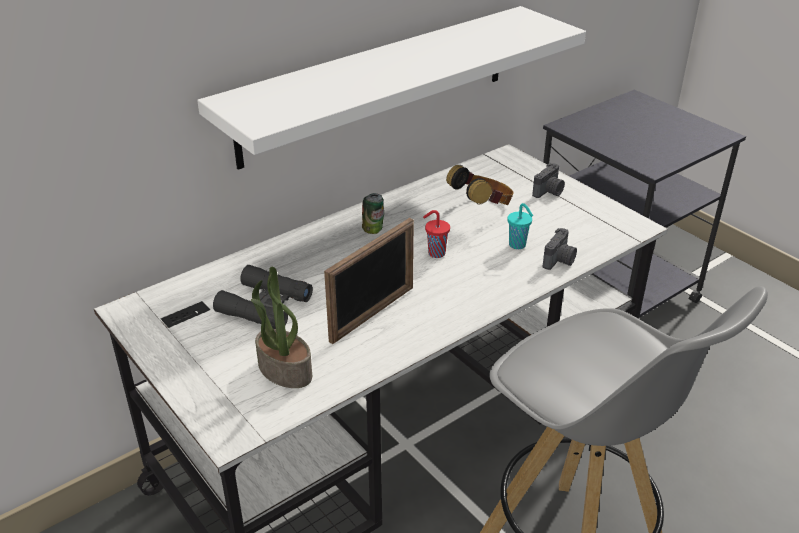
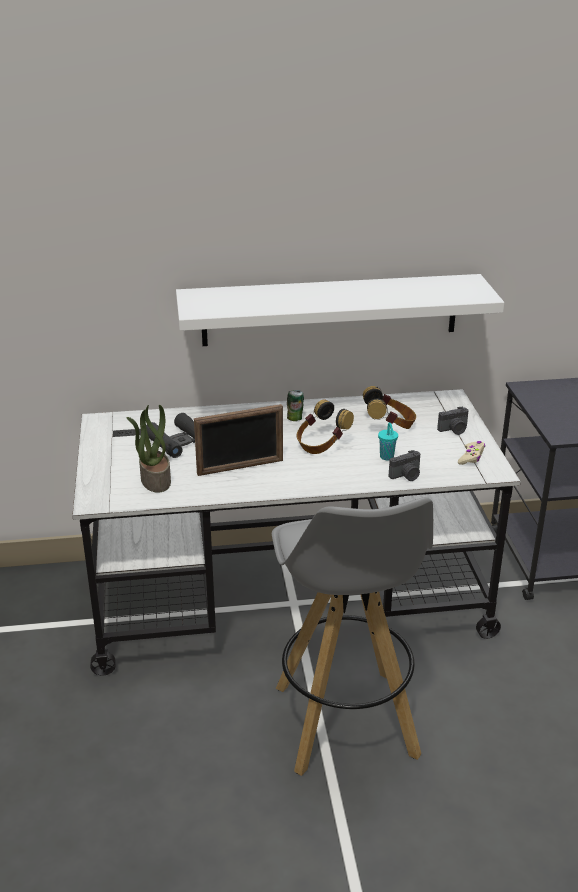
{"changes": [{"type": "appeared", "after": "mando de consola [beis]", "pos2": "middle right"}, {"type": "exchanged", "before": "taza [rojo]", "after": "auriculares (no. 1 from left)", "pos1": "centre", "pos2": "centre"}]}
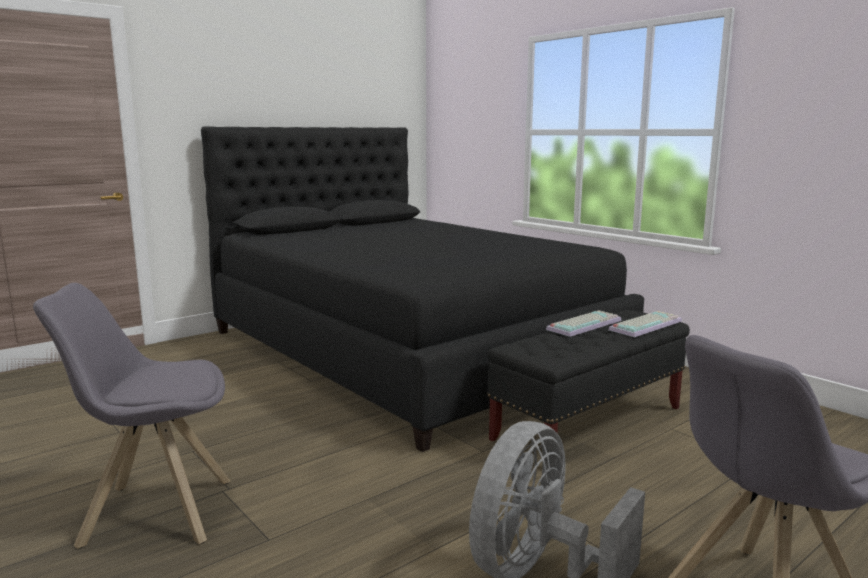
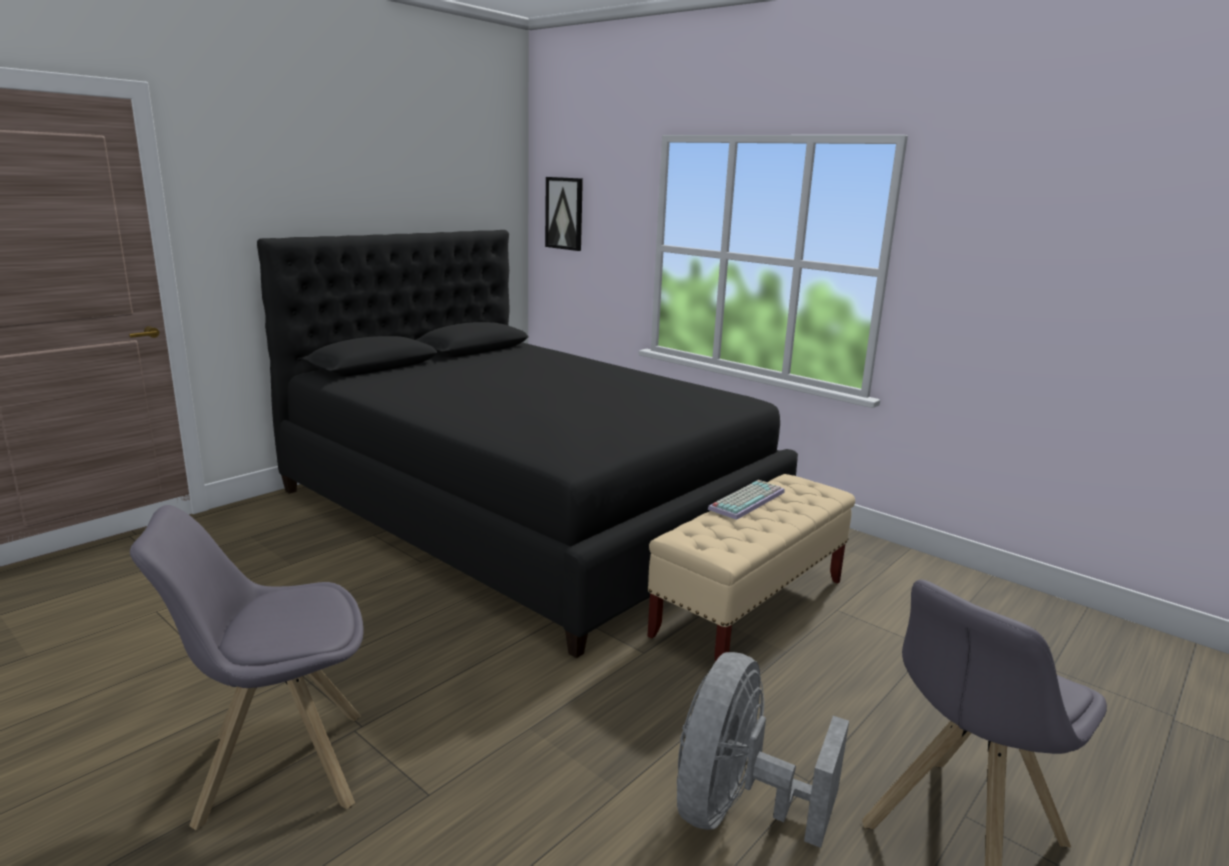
{"changes": [{"type": "missing", "before": "teclado (no. 2 from left)", "pos1": "middle right"}, {"type": "appeared", "after": "cuadro", "pos2": "top centre"}, {"type": "colour", "before": "banco [negro]", "after": "banco [beis]", "pos1": "middle right", "pos2": "centre"}]}
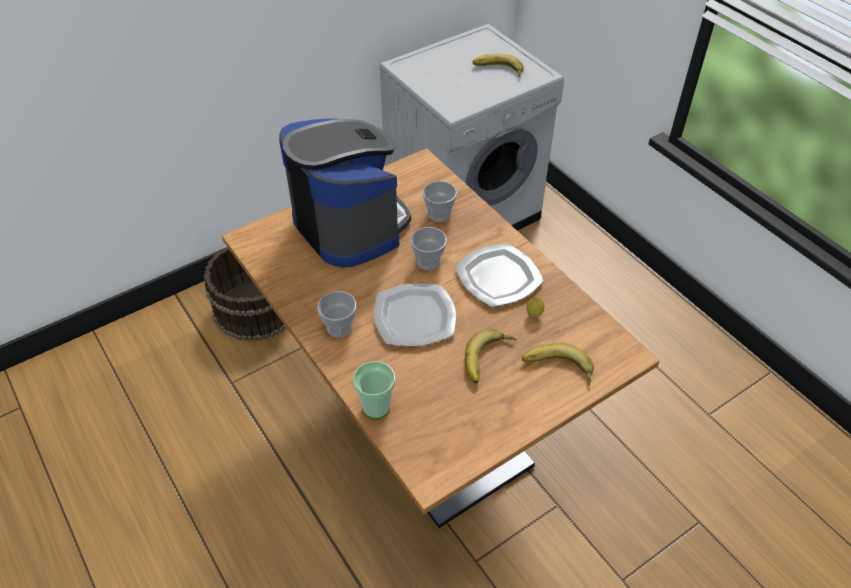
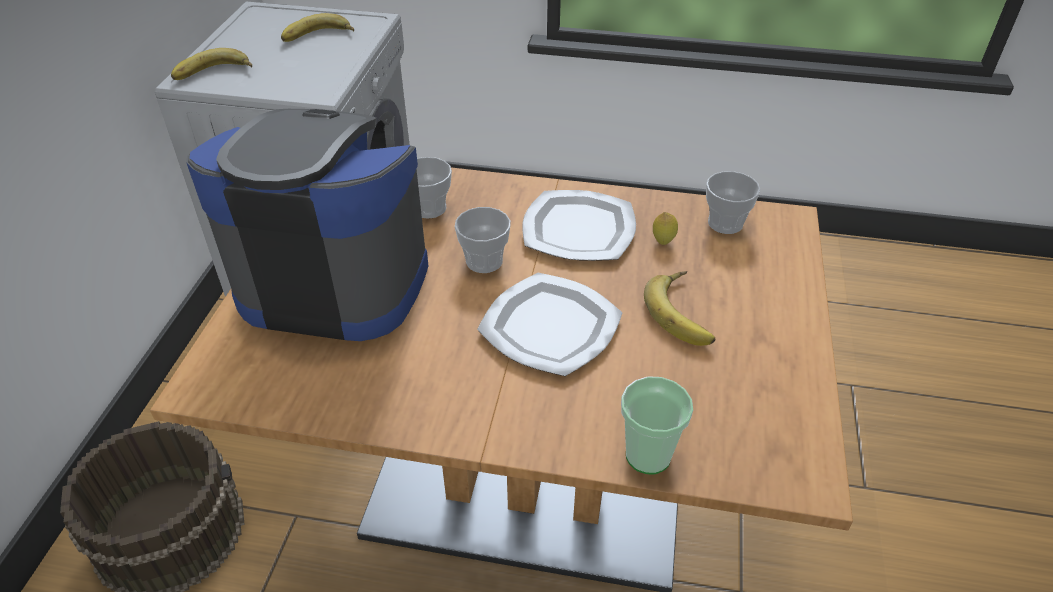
{"changes": [{"type": "relocated", "before": "taza (no. 1 from left in the first image)", "after": "taza (no. 4 from left)", "pos1": "centre", "pos2": "middle right"}, {"type": "relocated", "before": "plátano (no. 3 from left in the first image)", "after": "plátano (no. 1 from left)", "pos1": "centre", "pos2": "top left"}]}
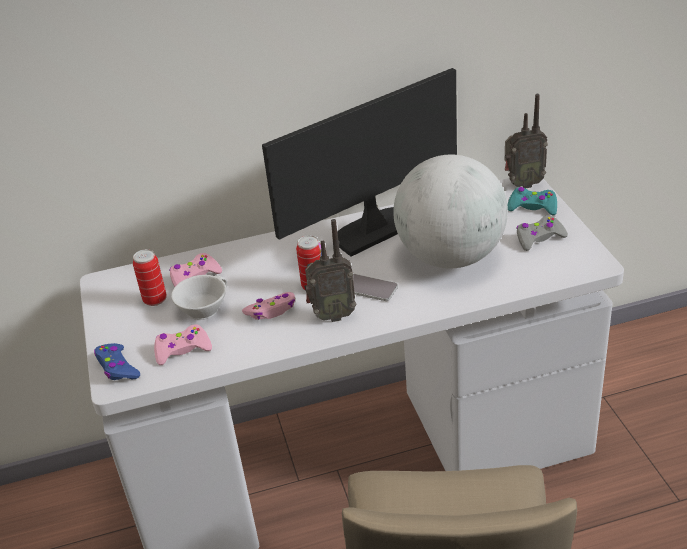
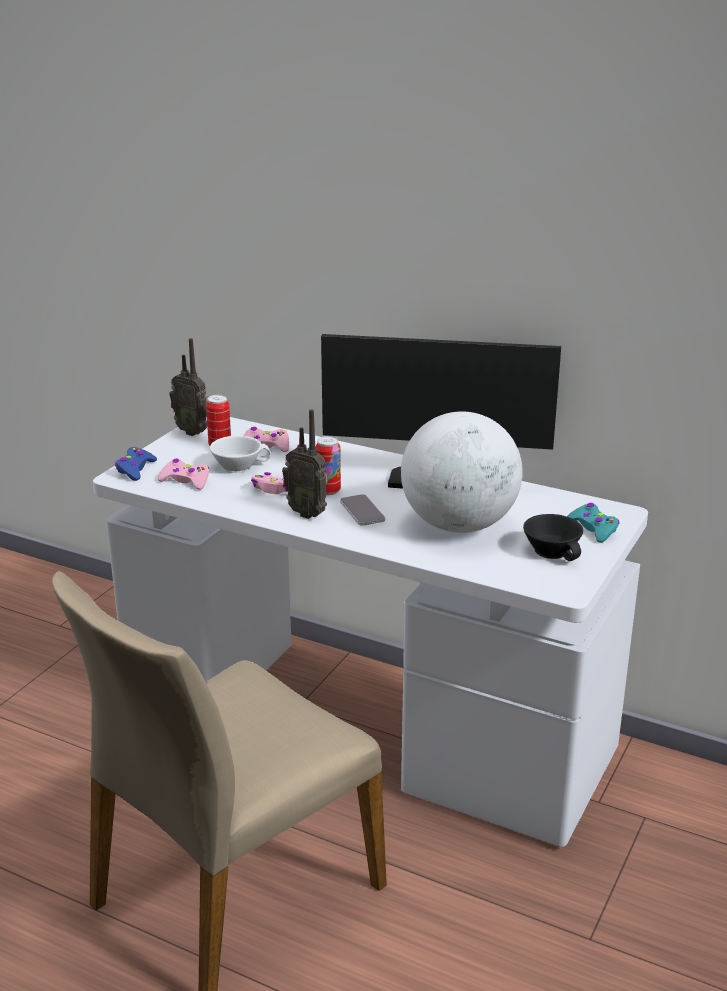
{"changes": [{"type": "relocated", "before": "radio (no. 2 from left in the first image)", "after": "radio (no. 1 from left)", "pos1": "top right", "pos2": "middle left"}, {"type": "exchanged", "before": "mando de consola [gris]", "after": "taza [negro]", "pos1": "middle right", "pos2": "middle right"}]}
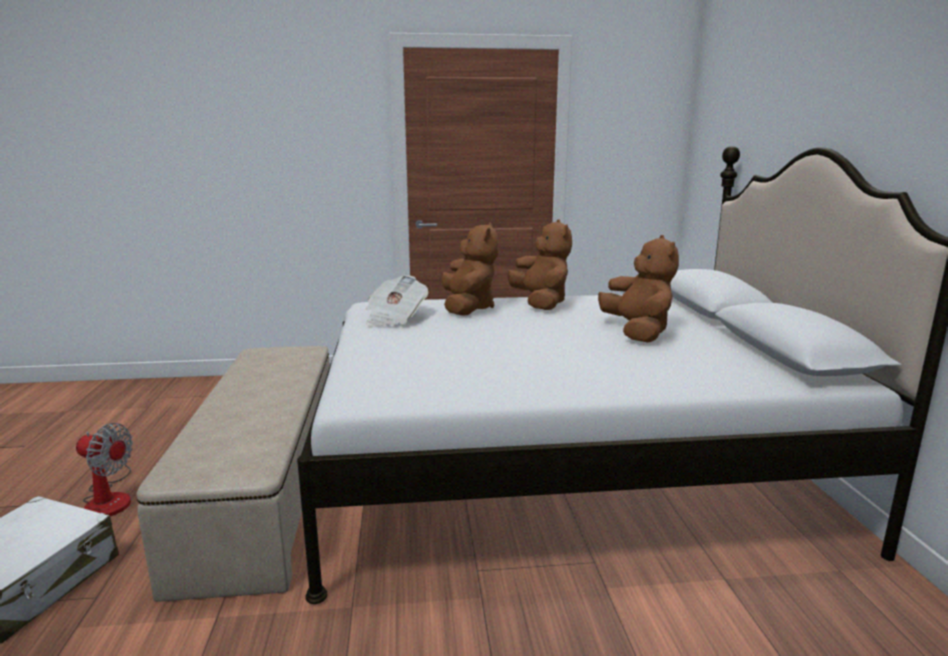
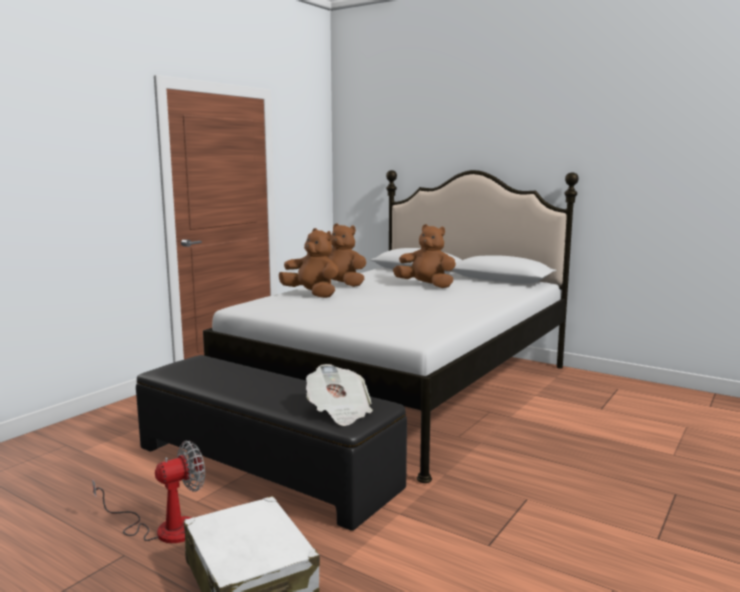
{"changes": [{"type": "relocated", "before": "periódico", "pos1": "centre", "pos2": "bottom centre"}, {"type": "colour", "before": "banco [beis]", "after": "banco [negro]", "pos1": "bottom left", "pos2": "bottom centre"}]}
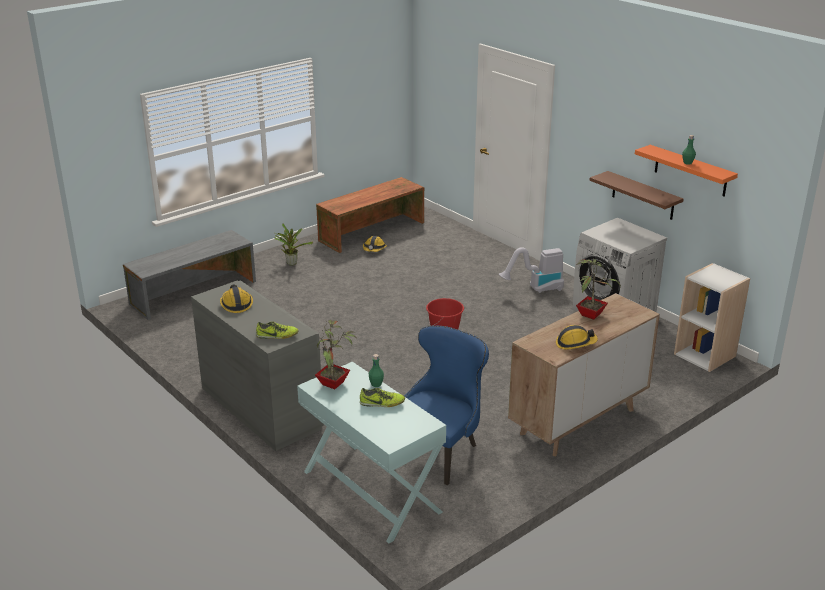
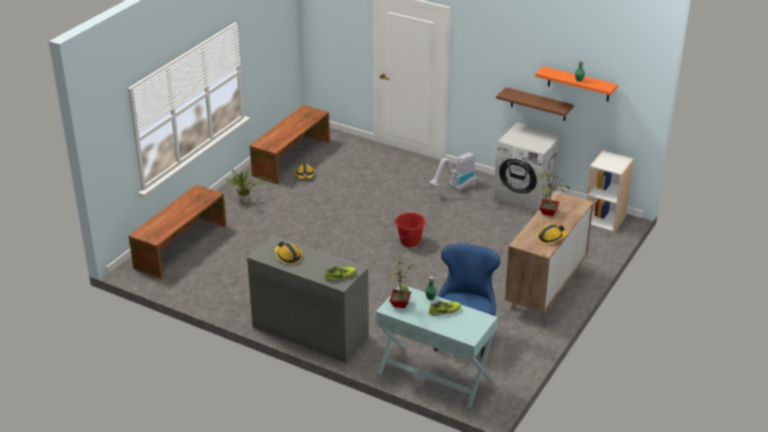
{"changes": [{"type": "colour", "before": "banco [gris]", "after": "banco [marrón] (no. 1 from left)", "pos1": "middle left", "pos2": "middle left"}]}
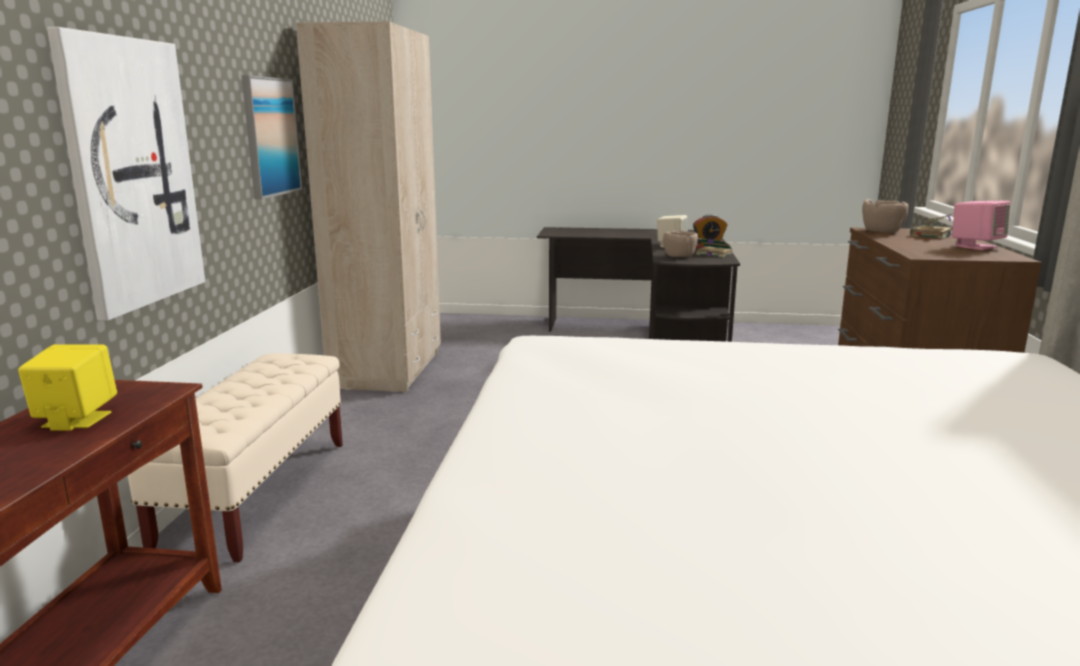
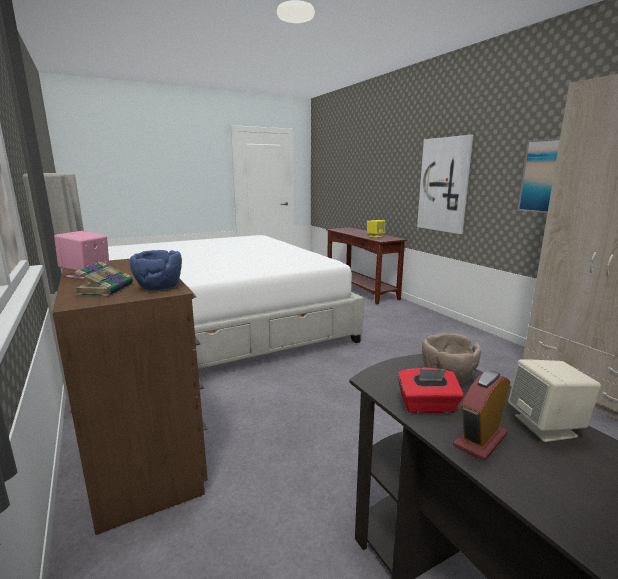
{"changes": [{"type": "missing", "before": "banco [beis]", "pos1": "bottom left"}, {"type": "exchanged", "before": "libro (no. 1 from left)", "after": "caja de pañuelos [rojo]", "pos1": "centre", "pos2": "bottom right"}, {"type": "colour", "before": "cuenco [marrón] (no. 2 from left)", "after": "cuenco [azul]", "pos1": "top right", "pos2": "middle left"}]}
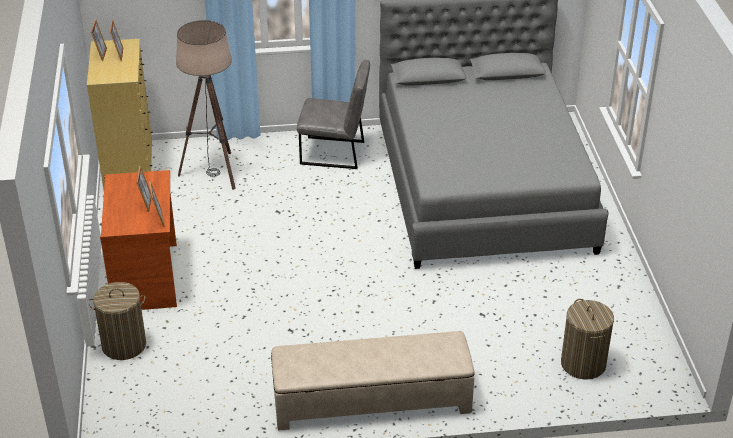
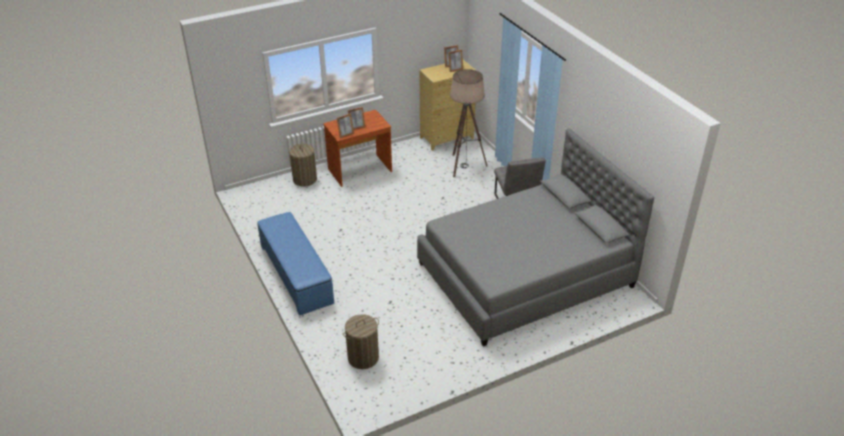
{"changes": [{"type": "colour", "before": "banco [beis]", "after": "banco [azul]", "pos1": "bottom centre", "pos2": "centre"}]}
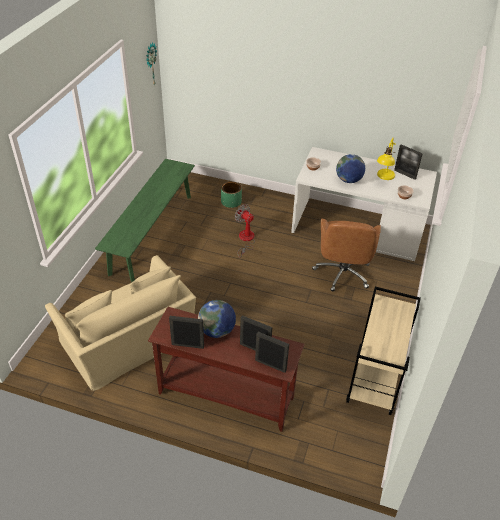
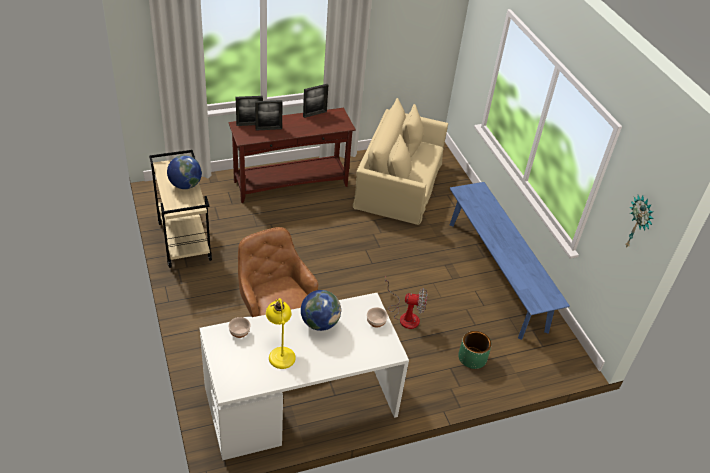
{"changes": [{"type": "missing", "before": "portarretratos (no. 4 from left)", "pos1": "top right"}, {"type": "relocated", "before": "globo terráqueo (no. 1 from left)", "pos1": "centre", "pos2": "middle left"}, {"type": "colour", "before": "banco [verde]", "after": "banco [azul]", "pos1": "middle left", "pos2": "middle right"}]}
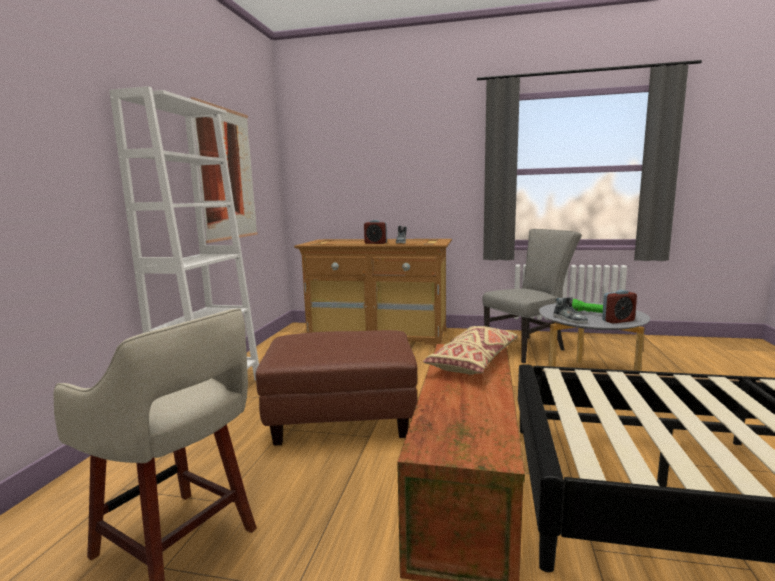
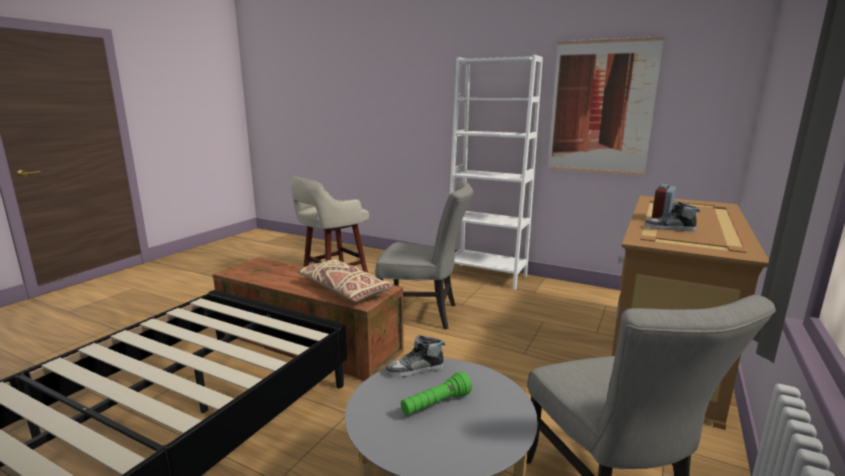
{"changes": [{"type": "missing", "before": "despertador (no. 2 from left)", "pos1": "middle right"}, {"type": "exchanged", "before": "puf [marrón]", "after": "silla [gris] (no. 1 from left)", "pos1": "bottom centre", "pos2": "centre"}]}
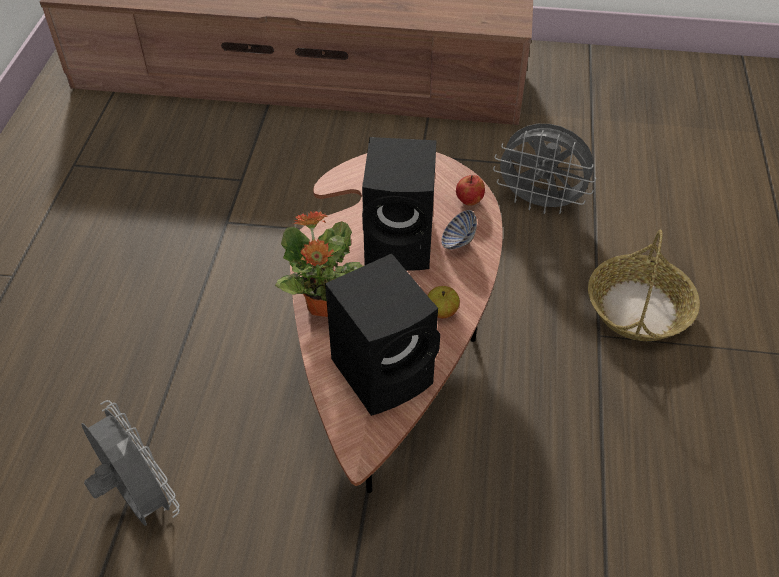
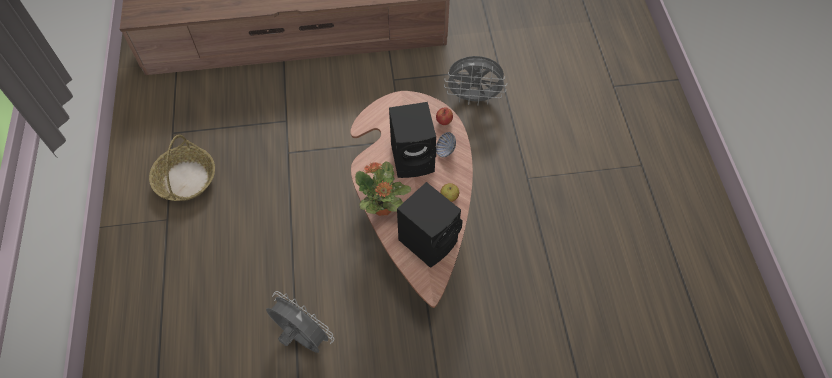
{"changes": [{"type": "relocated", "before": "cesta", "pos1": "middle right", "pos2": "middle left"}]}
